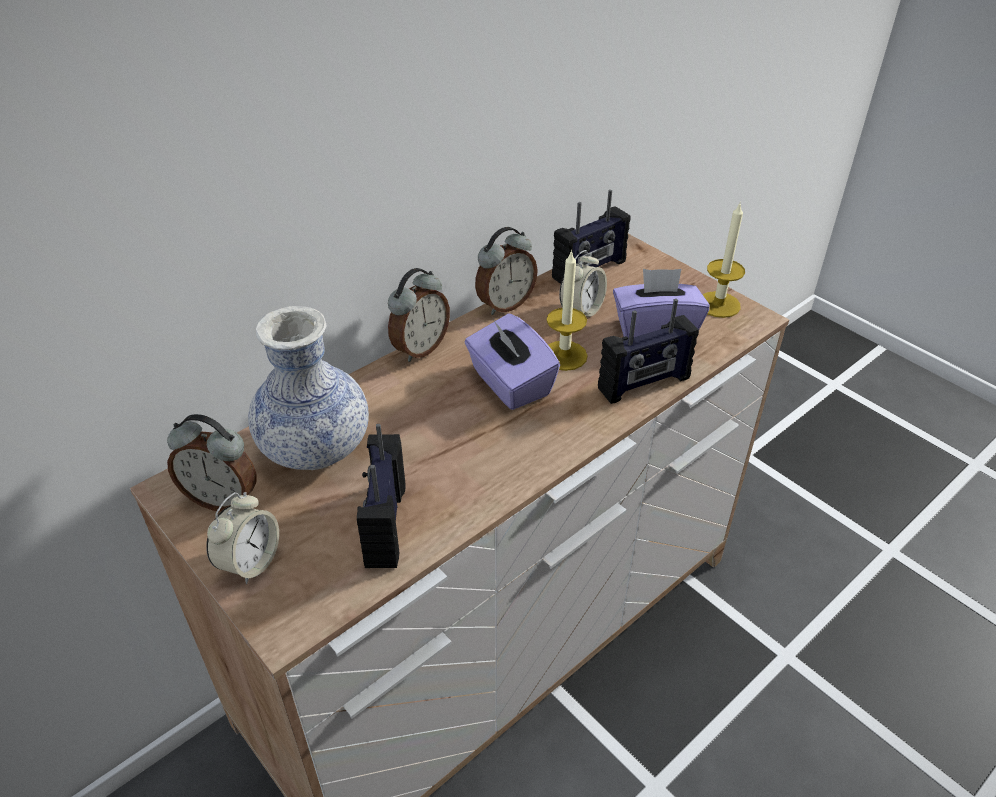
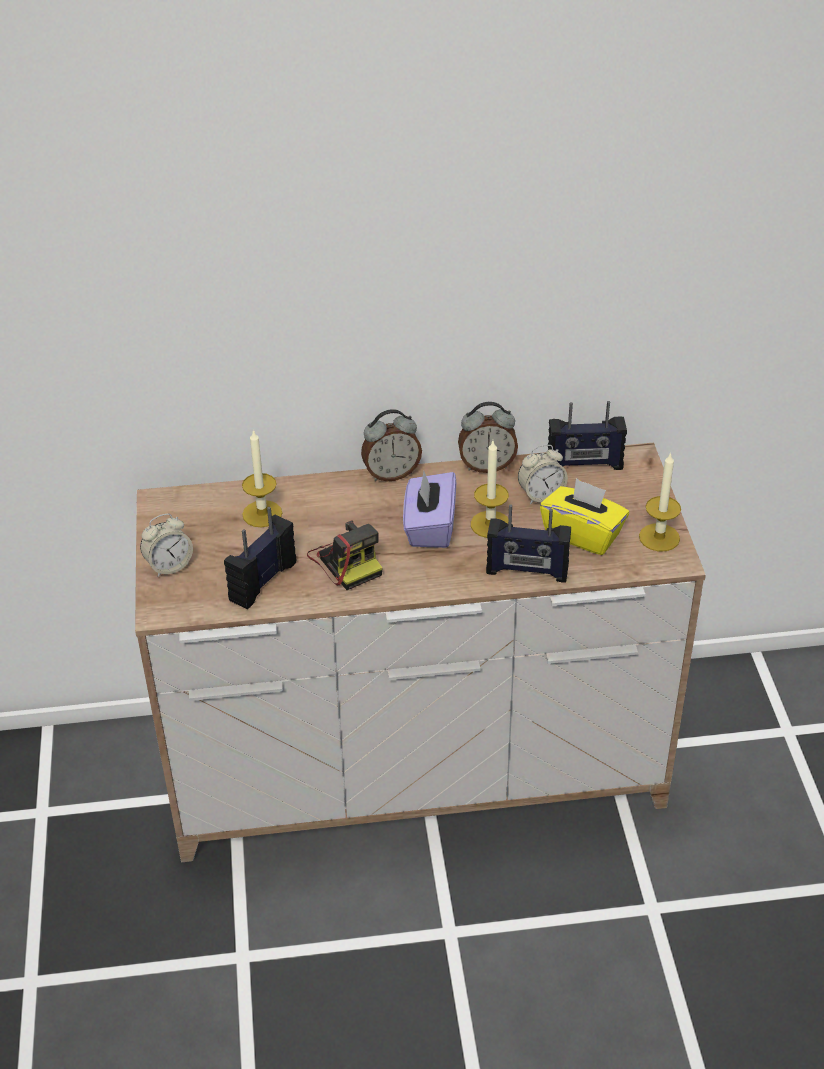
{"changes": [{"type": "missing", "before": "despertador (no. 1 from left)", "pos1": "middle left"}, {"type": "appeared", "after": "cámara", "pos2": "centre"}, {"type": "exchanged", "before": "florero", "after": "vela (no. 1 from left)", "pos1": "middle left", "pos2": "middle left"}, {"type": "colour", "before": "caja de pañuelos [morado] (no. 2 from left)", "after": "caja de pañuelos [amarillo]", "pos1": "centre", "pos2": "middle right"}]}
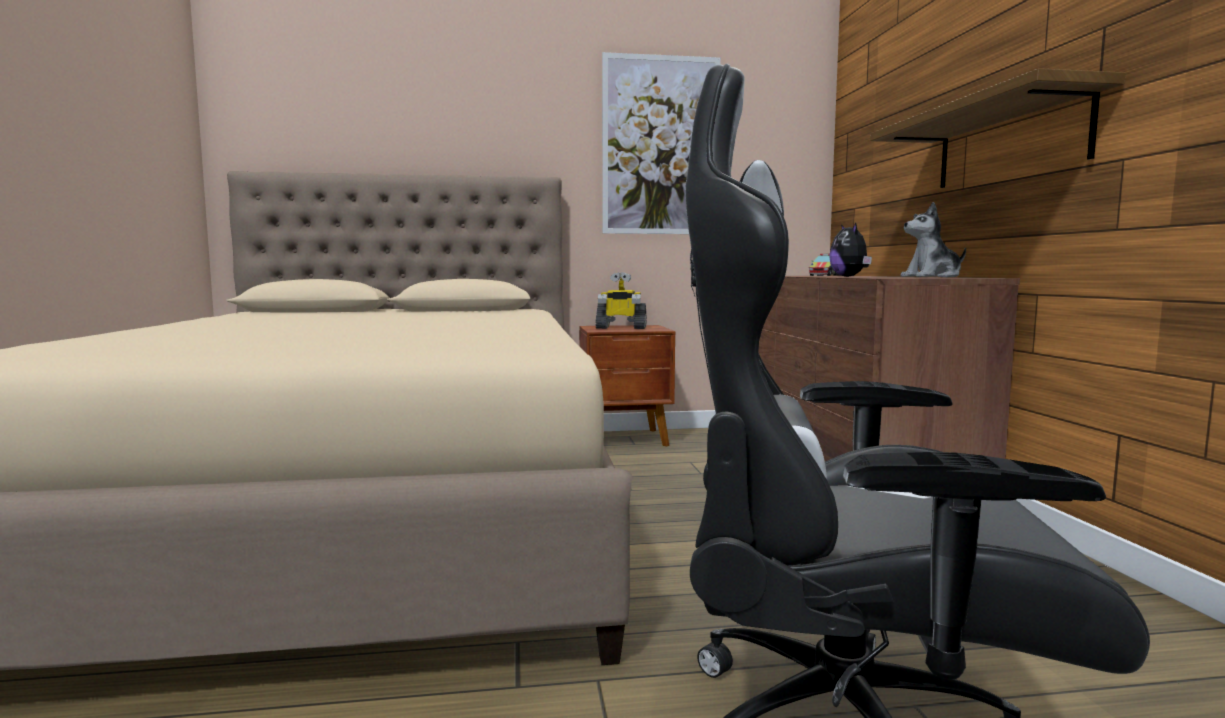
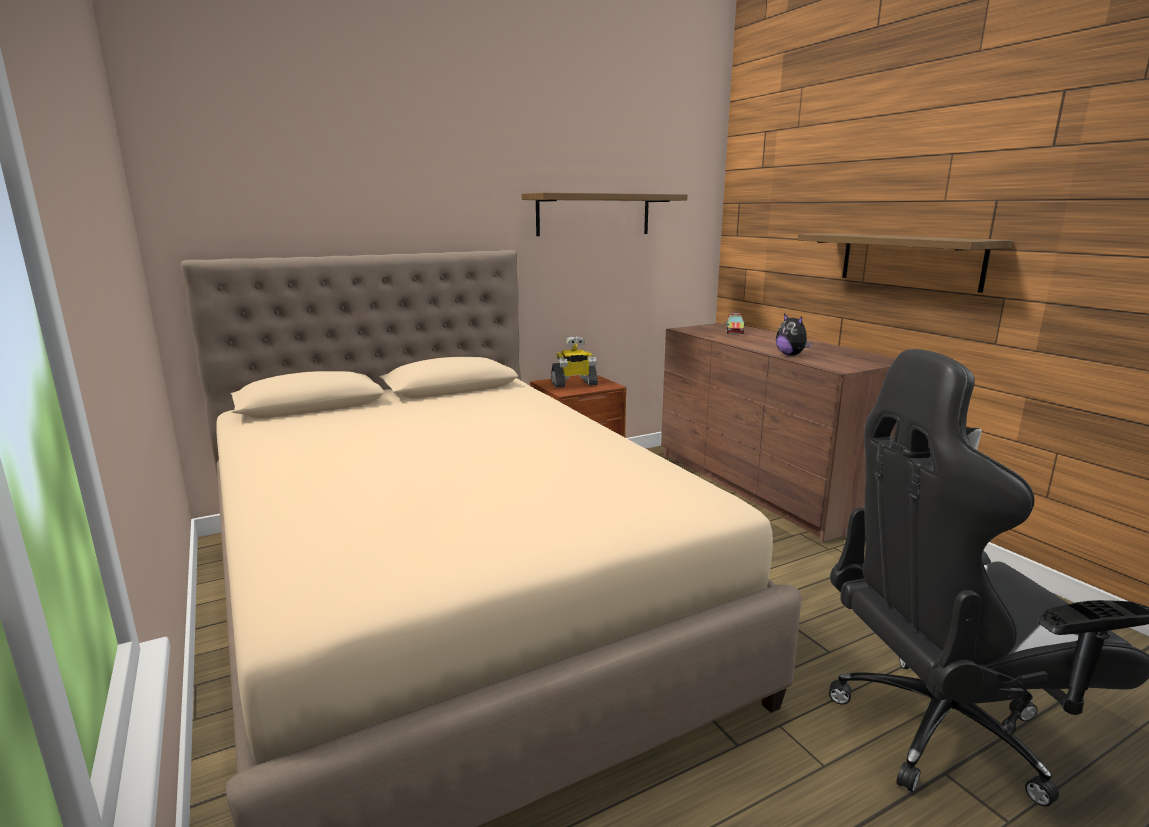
{"changes": [{"type": "missing", "before": "peluche (no. 2 from left)", "pos1": "top right"}, {"type": "exchanged", "before": "cuadro", "after": "estante (no. 1 from left)", "pos1": "top centre", "pos2": "top centre"}]}
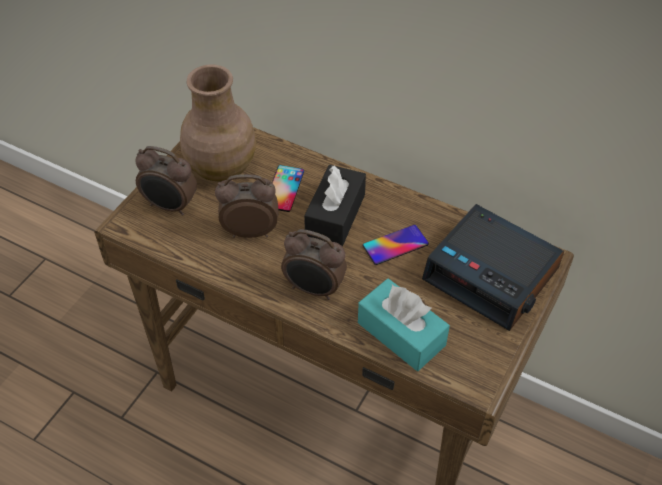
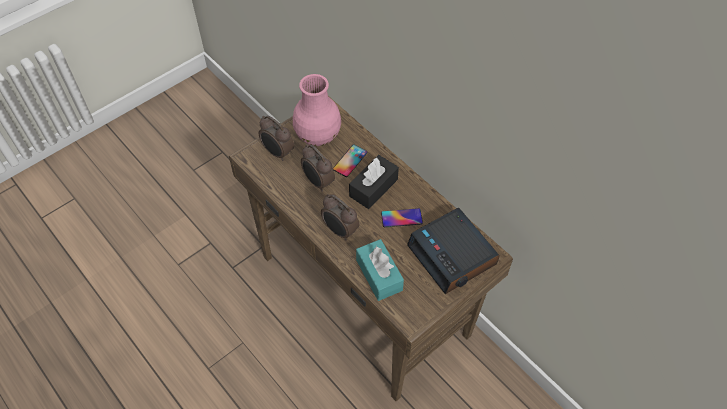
{"changes": [{"type": "colour", "before": "florero [marrón]", "after": "florero [rosa]", "pos1": "top left", "pos2": "top centre"}, {"type": "spun", "before": "despertador (no. 2 from left)", "pos1": "centre", "pos2": "centre", "turn": -150}]}
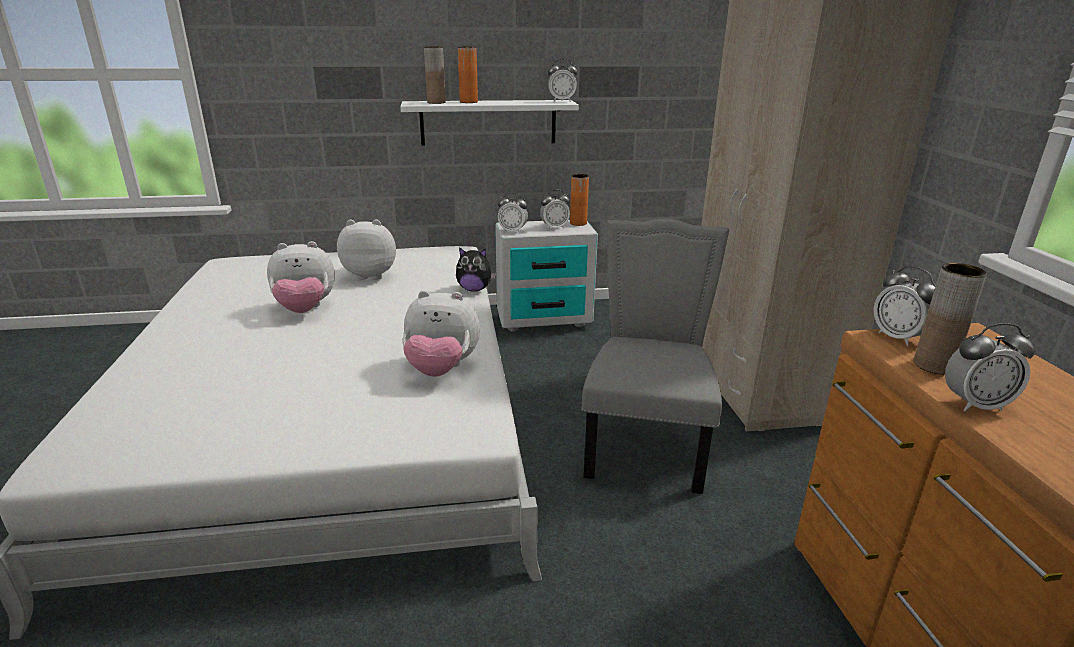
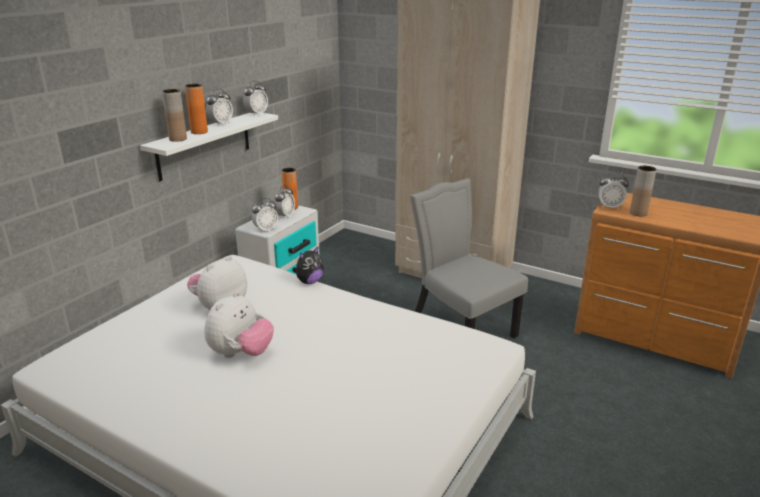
{"changes": [{"type": "missing", "before": "peluche (no. 3 from left)", "pos1": "centre"}, {"type": "relocated", "before": "despertador (no. 5 from left in the first image)", "after": "despertador (no. 1 from left)", "pos1": "middle right", "pos2": "top left"}]}
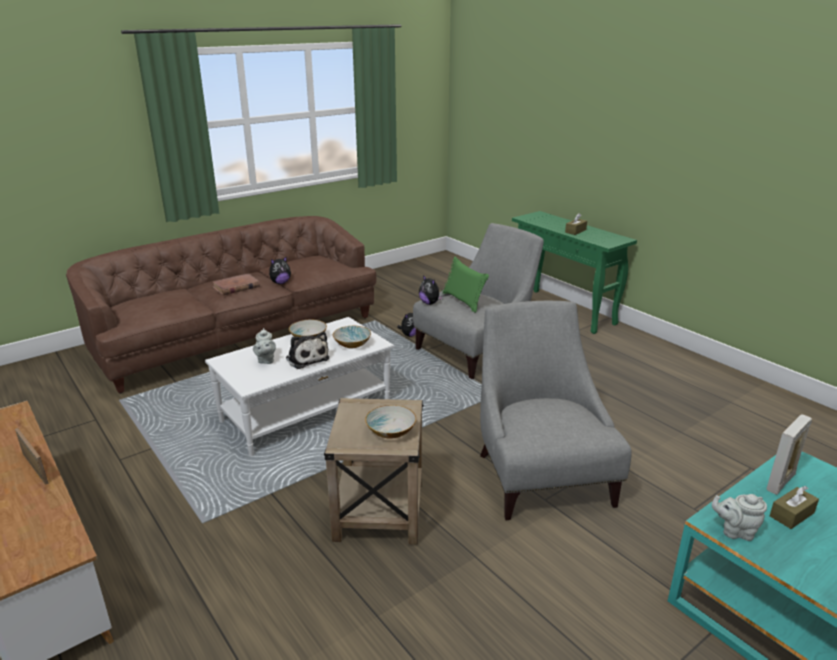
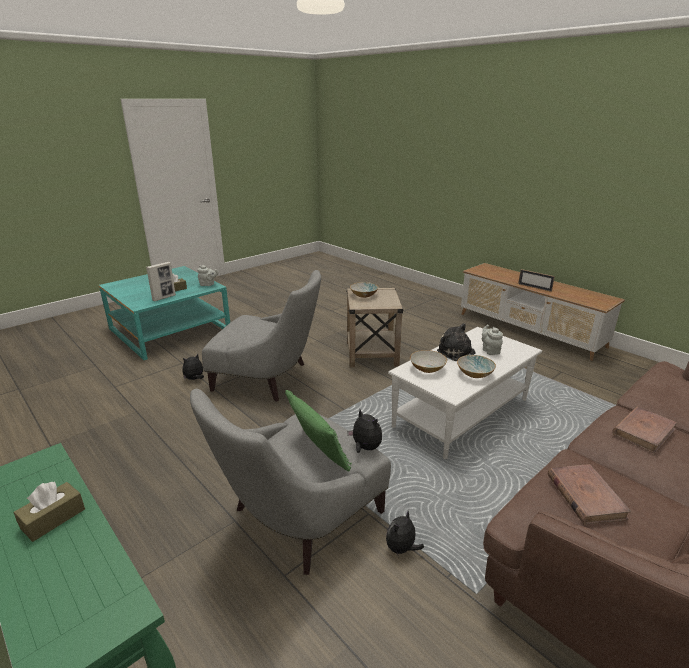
{"changes": [{"type": "appeared", "after": "libro [marrón] (no. 1 from left)", "pos2": "bottom right"}, {"type": "relocated", "before": "peluche (no. 1 from left)", "pos1": "centre", "pos2": "middle left"}, {"type": "spun", "before": "sillón [gris] (no. 2 from left in the first image)", "pos1": "centre", "pos2": "centre", "turn": -60}]}
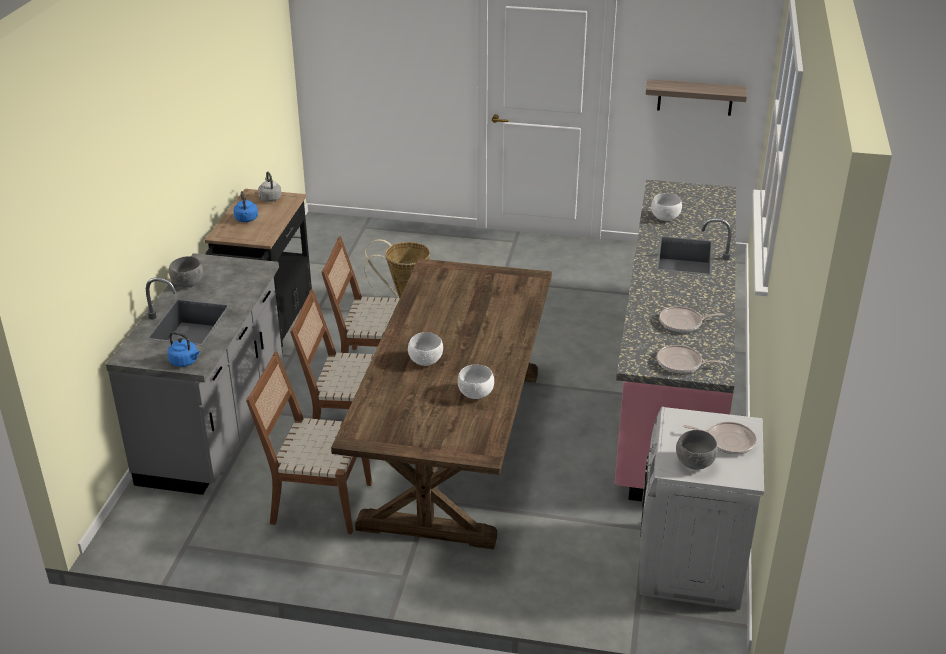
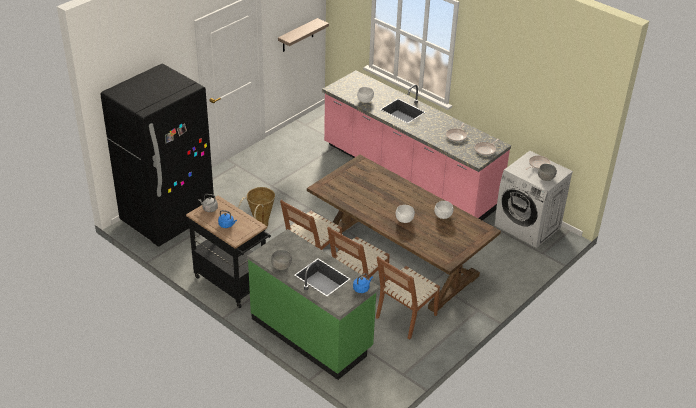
{"changes": [{"type": "appeared", "after": "nevera [negro]", "pos2": "middle left"}, {"type": "colour", "before": "mueble bajo de cocina [gris]", "after": "mueble bajo de cocina [verde]", "pos1": "middle left", "pos2": "bottom centre"}]}
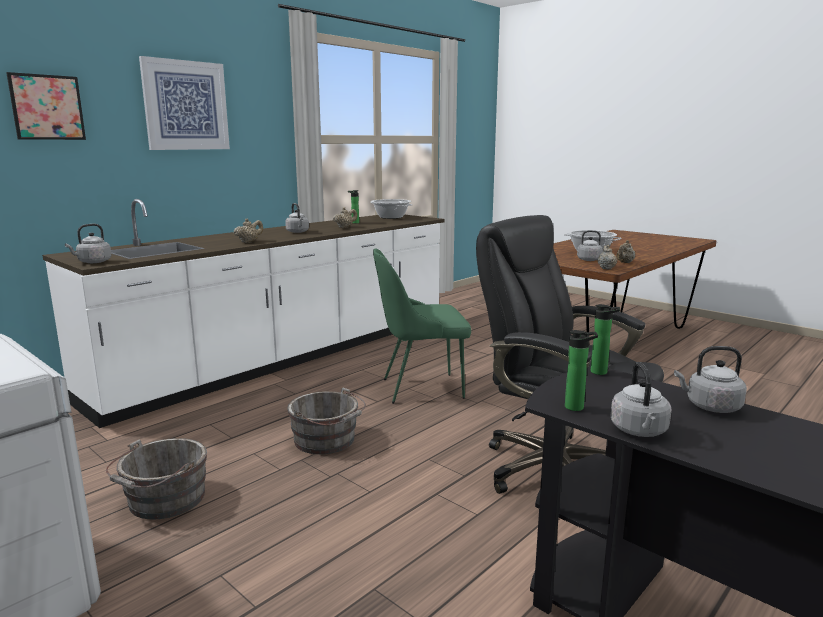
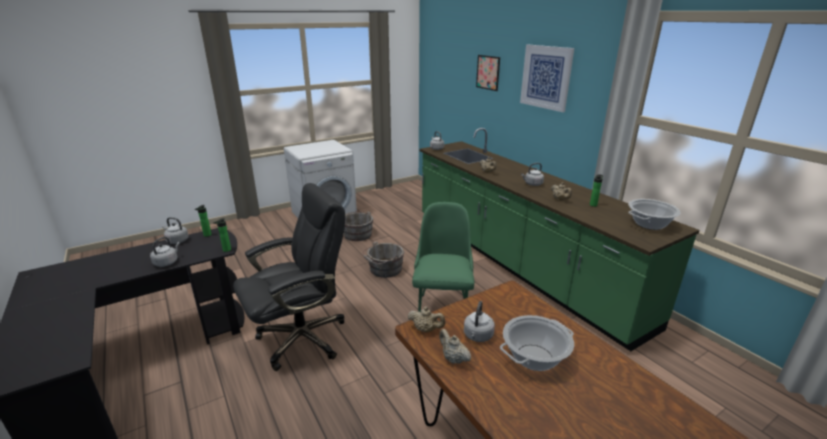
{"changes": [{"type": "colour", "before": "mueble bajo de cocina [blanco]", "after": "mueble bajo de cocina [verde]", "pos1": "middle left", "pos2": "middle right"}]}
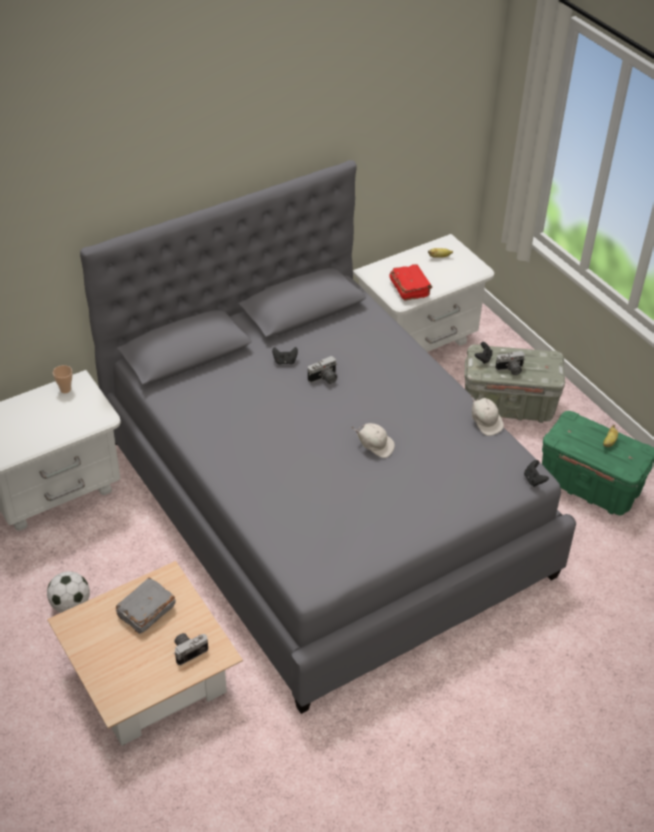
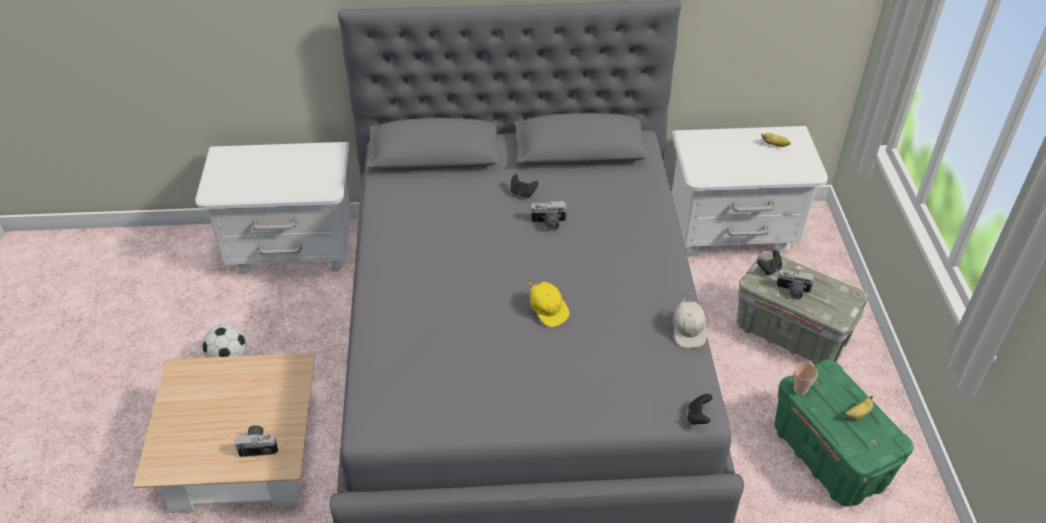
{"changes": [{"type": "missing", "before": "libro [gris]", "pos1": "bottom left"}, {"type": "missing", "before": "libro [rojo]", "pos1": "centre"}, {"type": "relocated", "before": "taza", "pos1": "middle left", "pos2": "bottom right"}, {"type": "colour", "before": "gorra [blanco] (no. 1 from left)", "after": "gorra [amarillo]", "pos1": "centre", "pos2": "centre"}]}
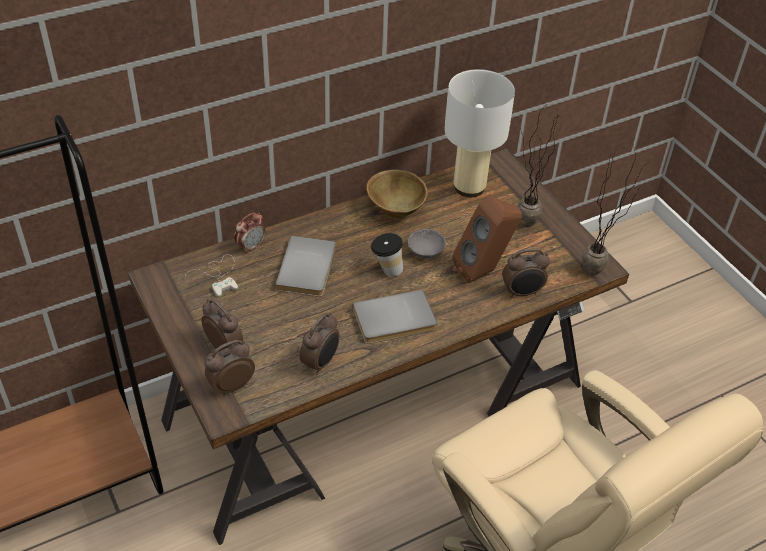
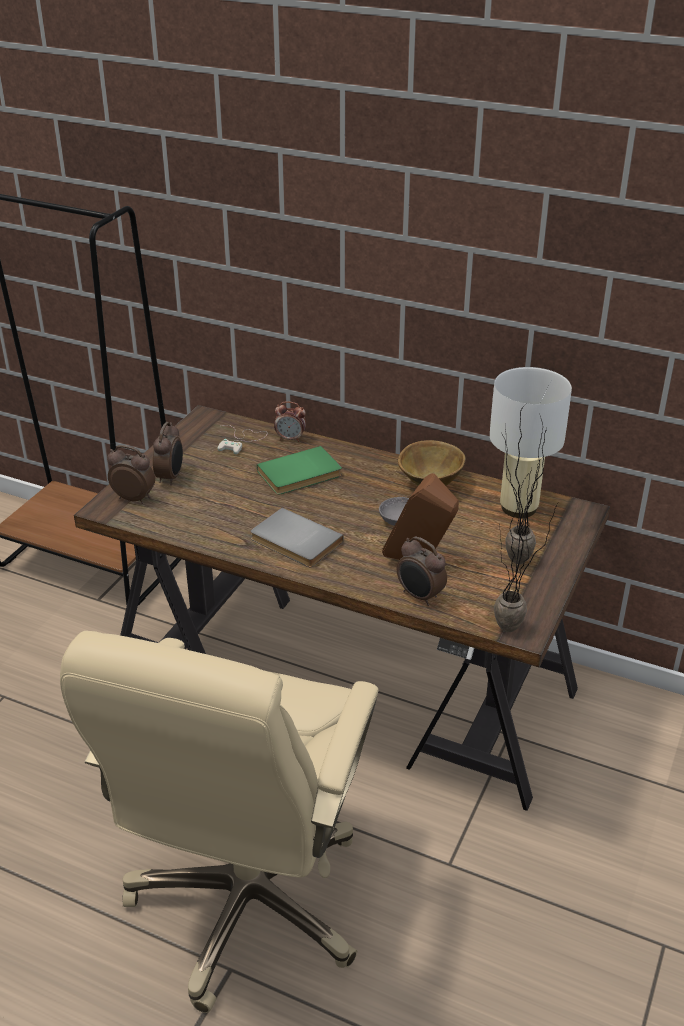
{"changes": [{"type": "missing", "before": "despertador (no. 4 from left)", "pos1": "centre"}, {"type": "missing", "before": "taza", "pos1": "centre"}, {"type": "colour", "before": "libro [gris] (no. 1 from left)", "after": "libro [verde]", "pos1": "centre", "pos2": "centre"}]}
